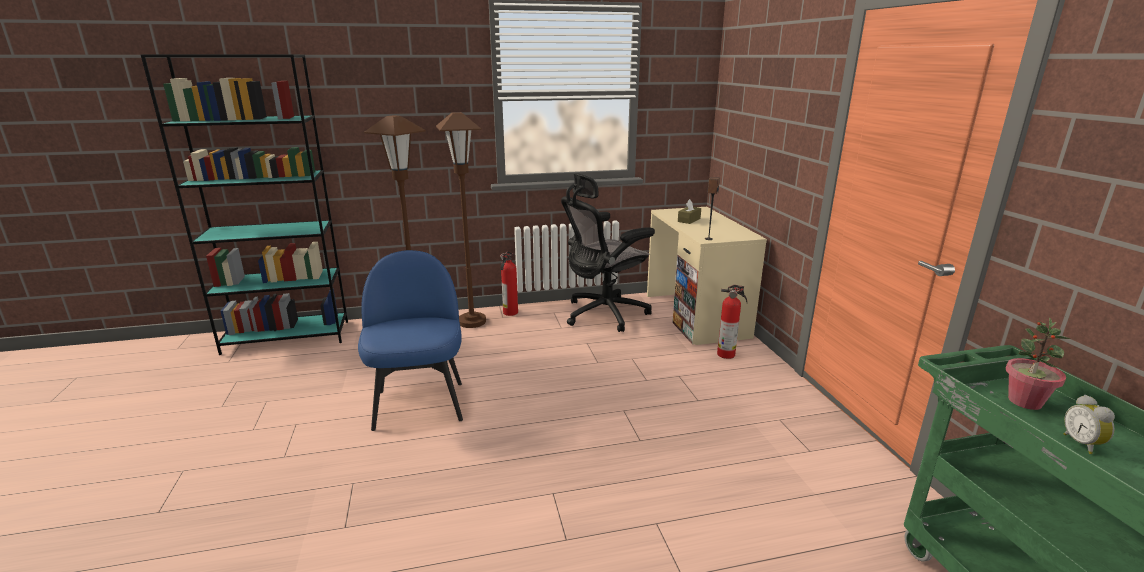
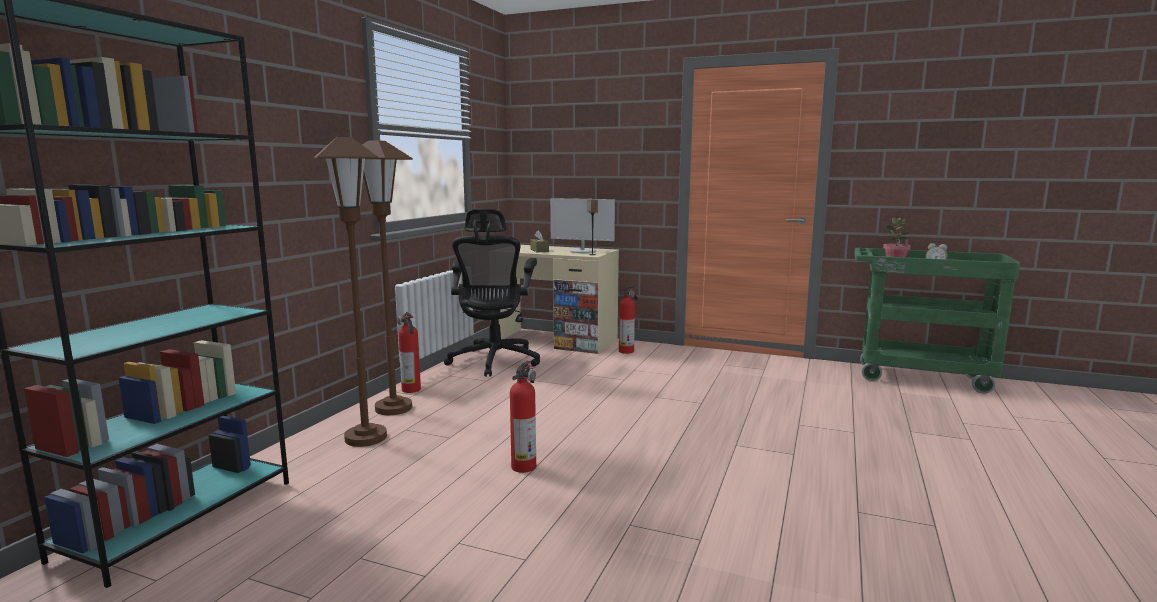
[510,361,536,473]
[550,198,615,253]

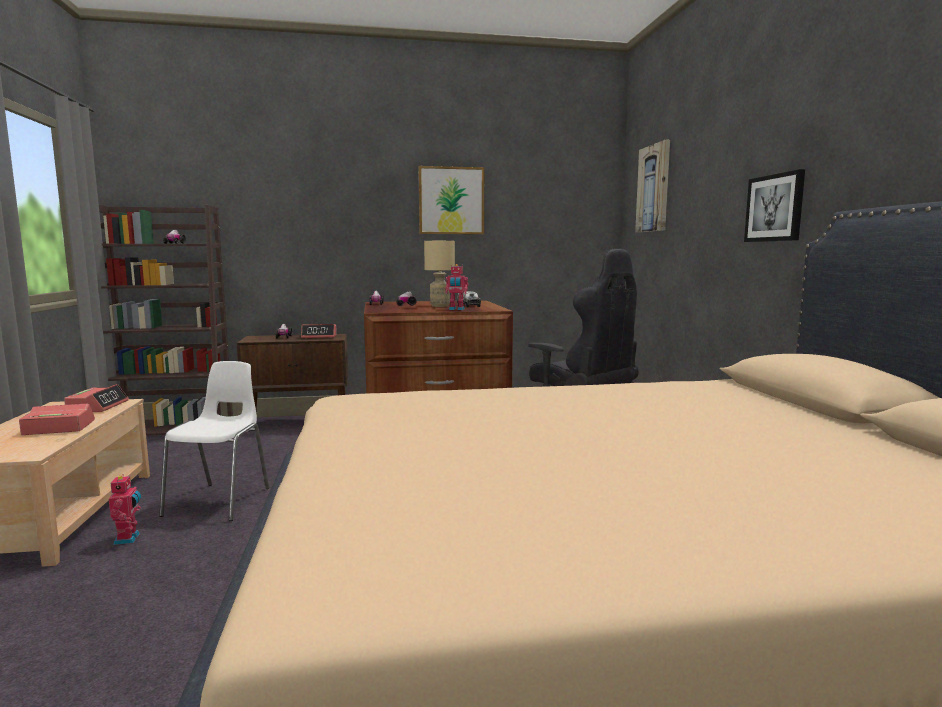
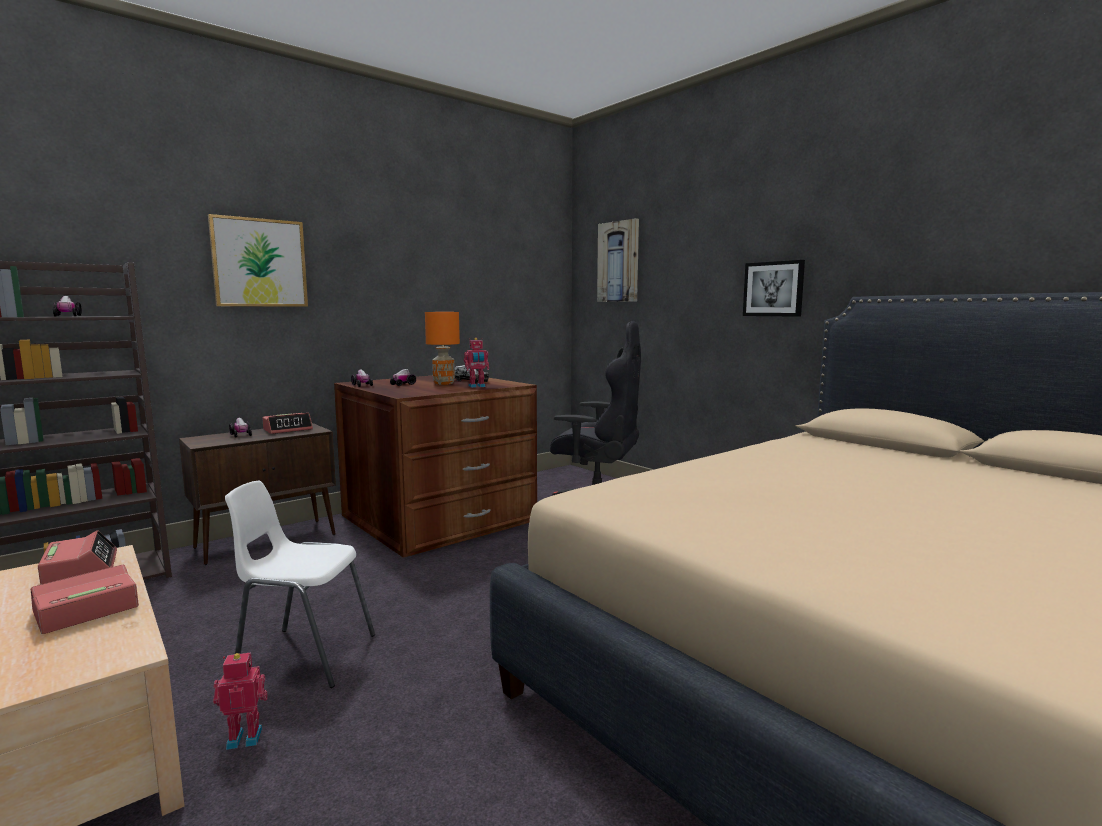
[208,214,308,307]
[213,653,268,750]
[225,481,375,688]
[425,312,460,385]

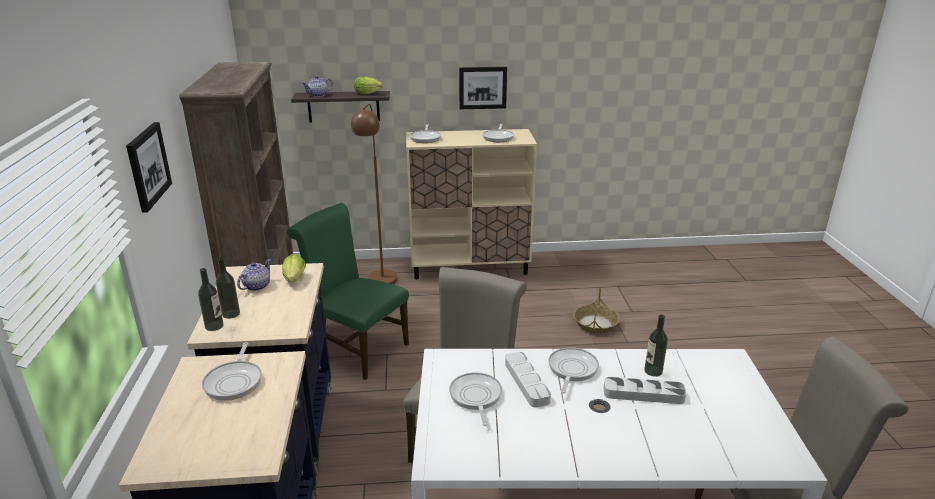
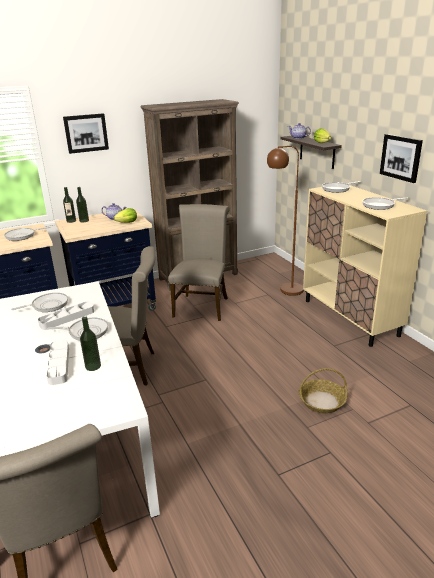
[168,204,230,321]

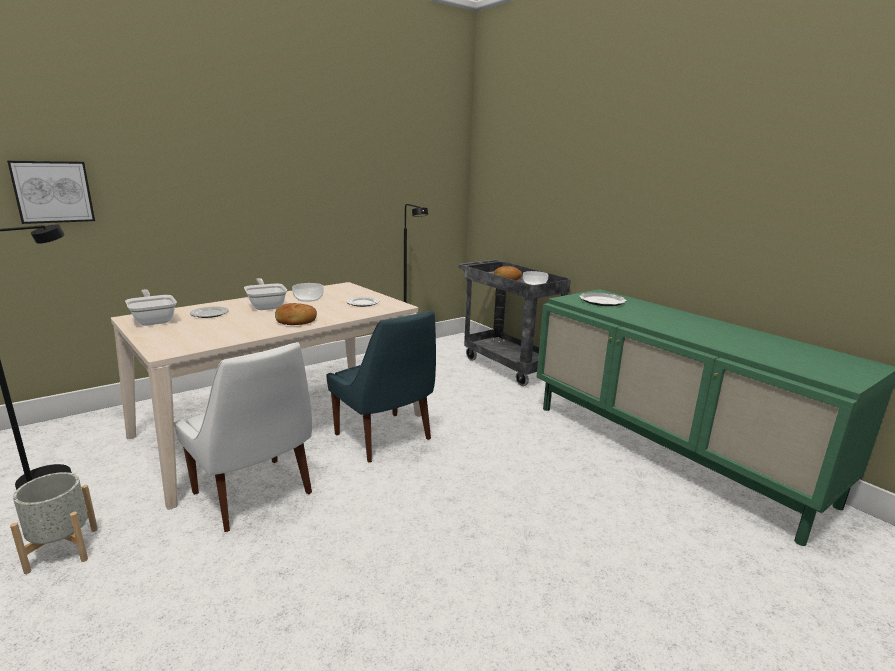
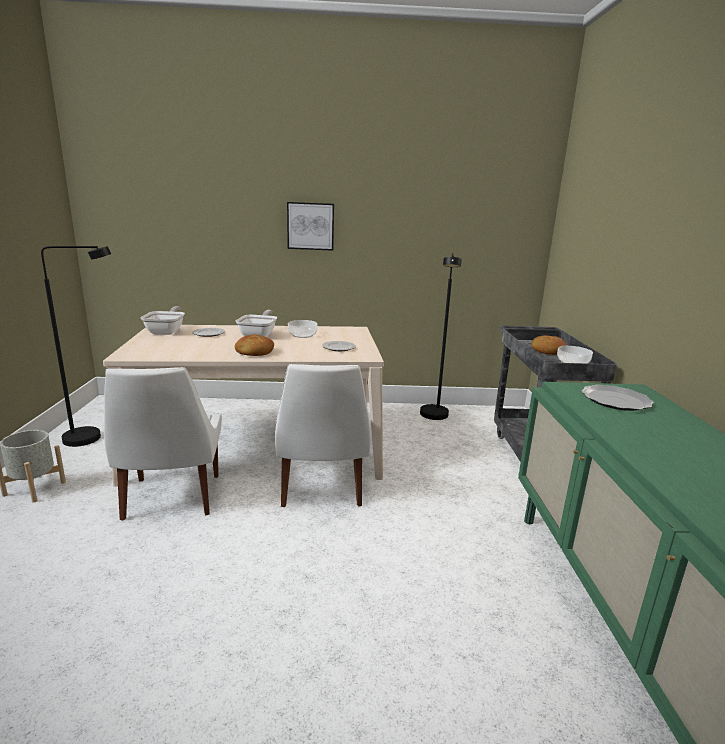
[275,364,371,507]
[287,202,334,251]

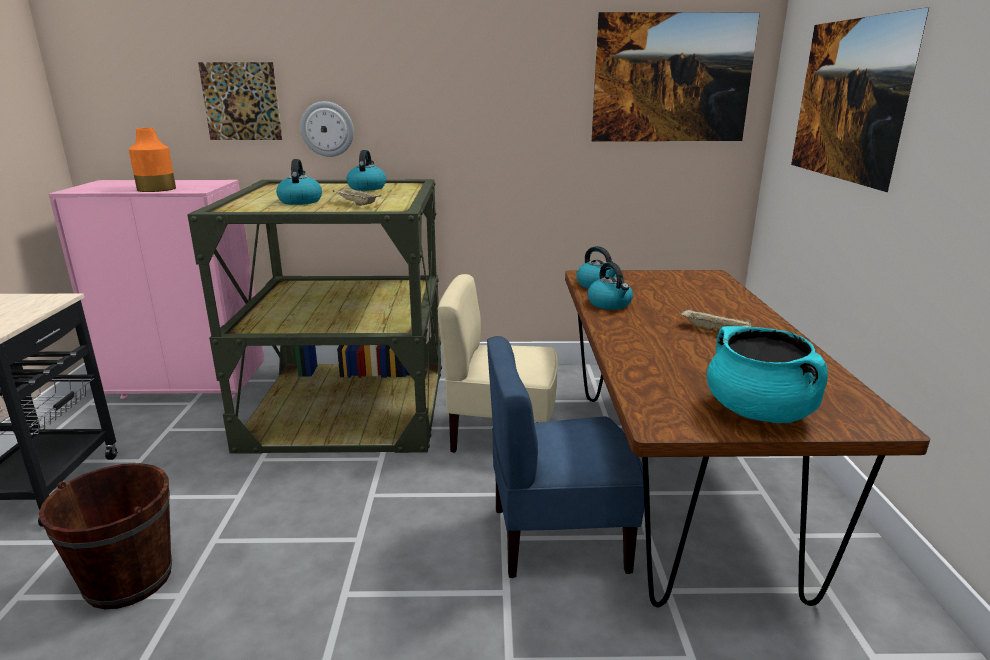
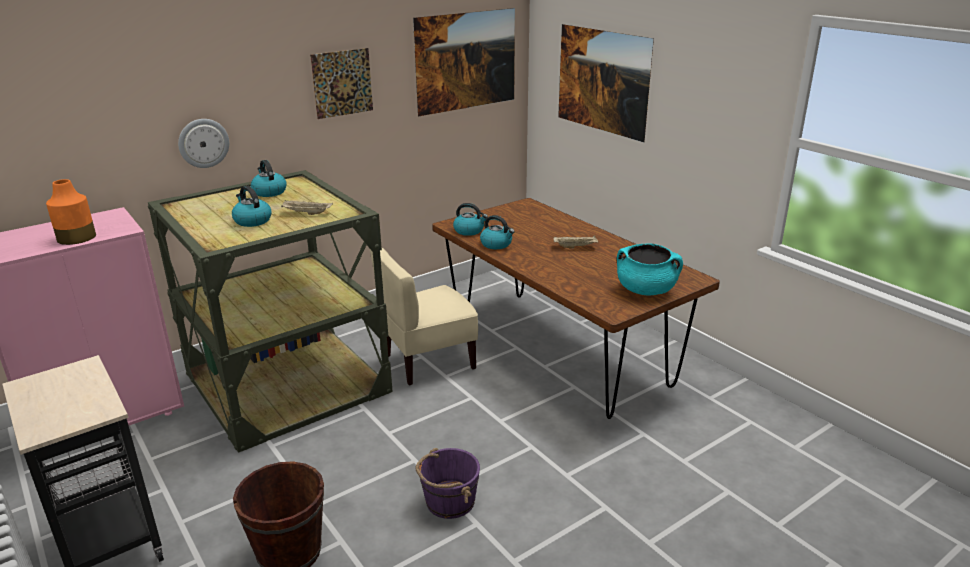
[310,48,373,119]
[416,448,480,519]
[487,336,644,578] (first image)

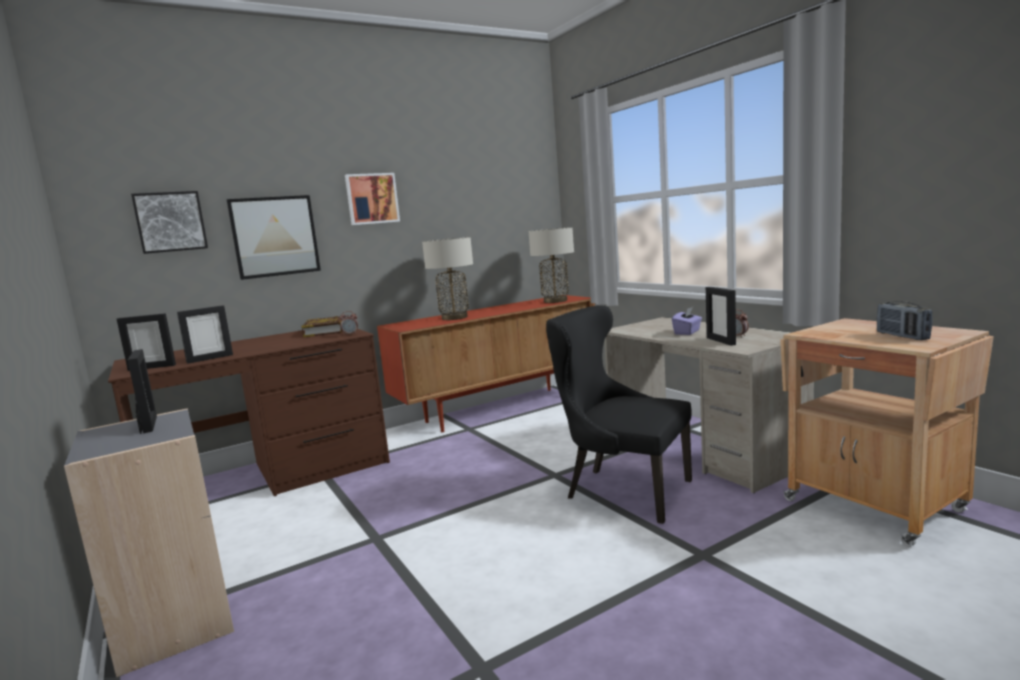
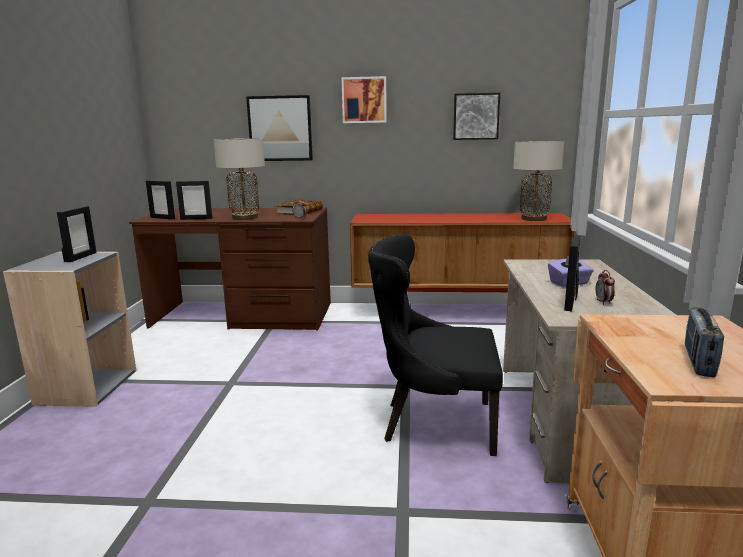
[214,138,265,220]
[368,234,503,456]
[453,93,500,140]

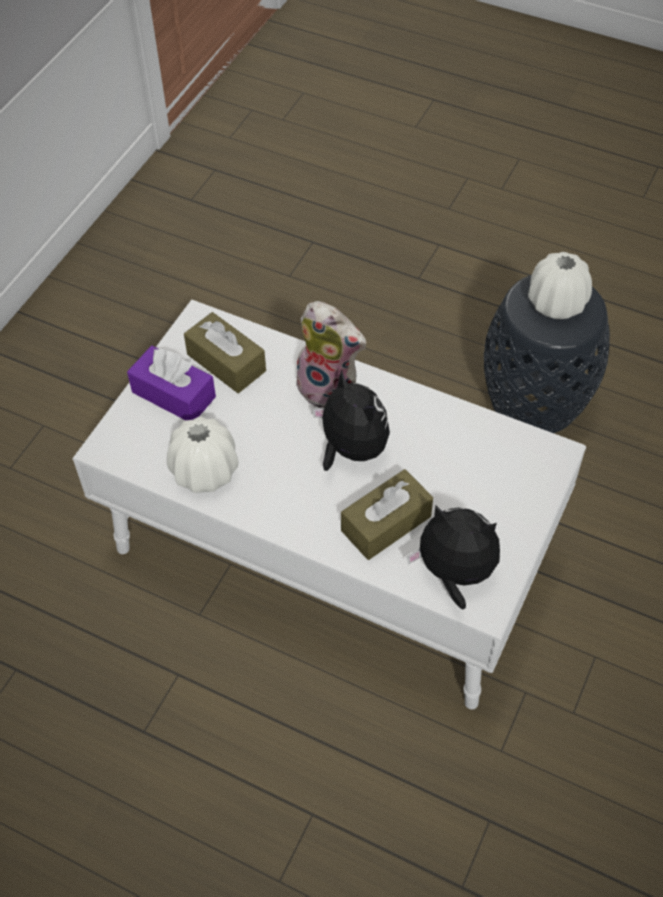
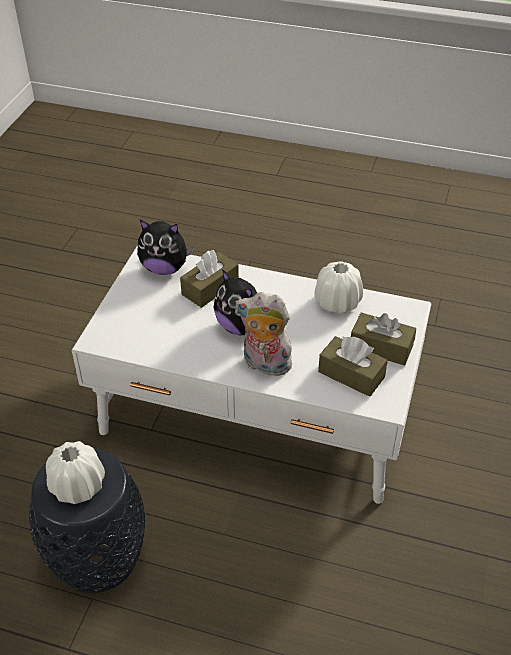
[351,312,416,366]

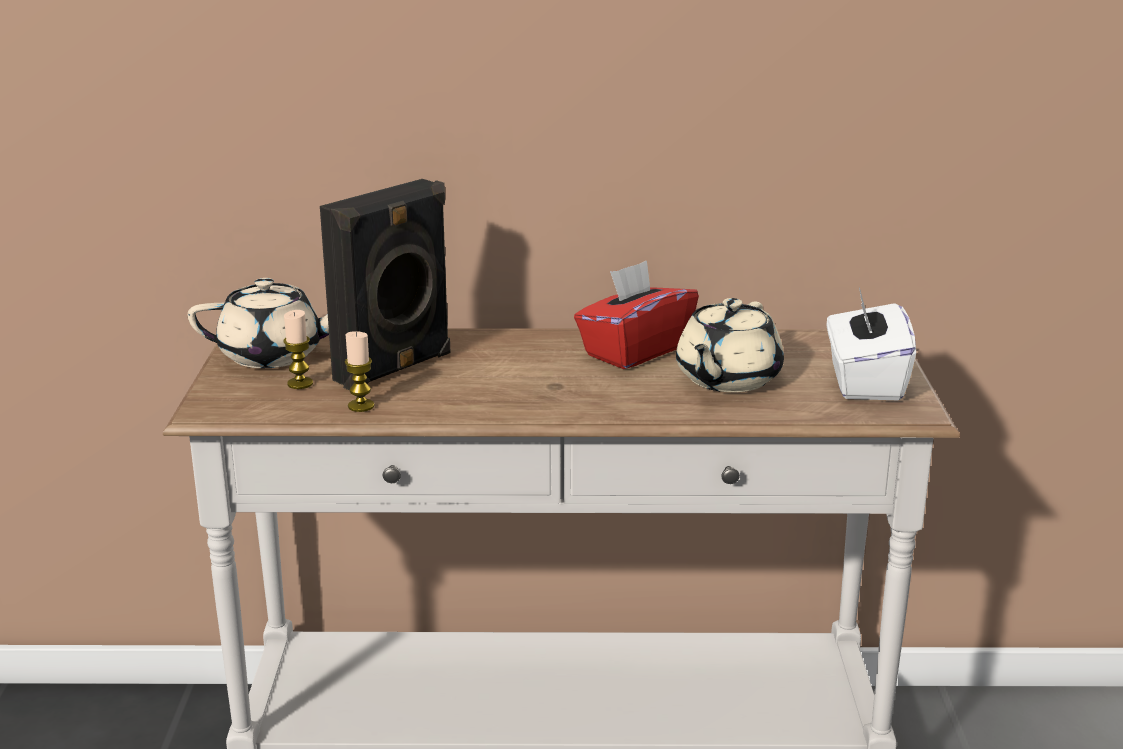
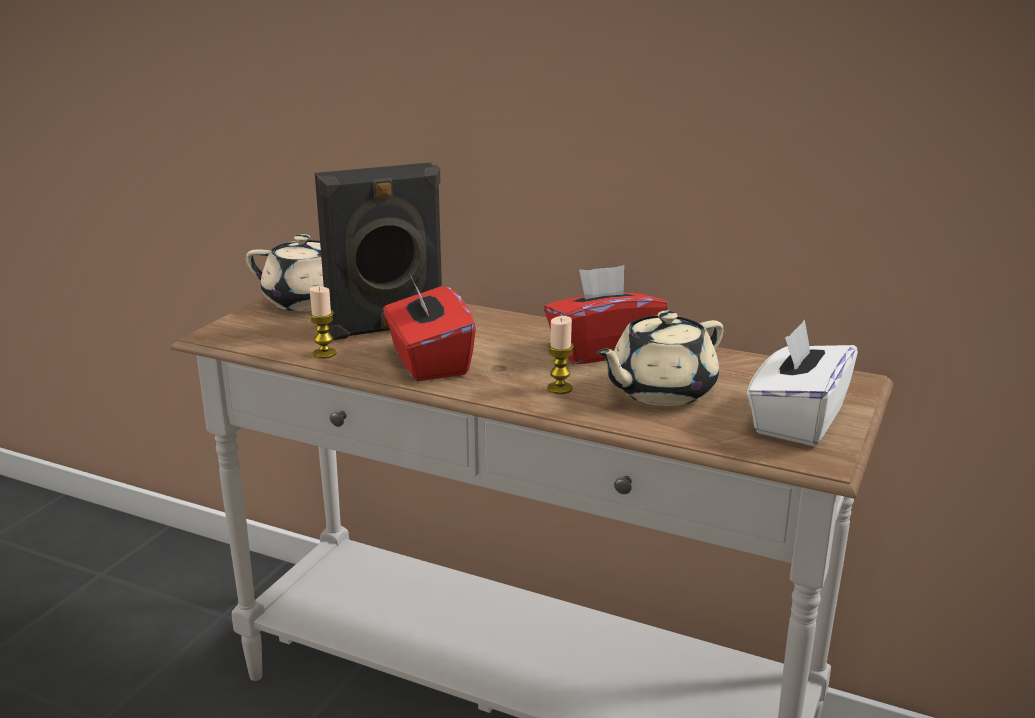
[383,274,476,381]
[547,316,574,394]

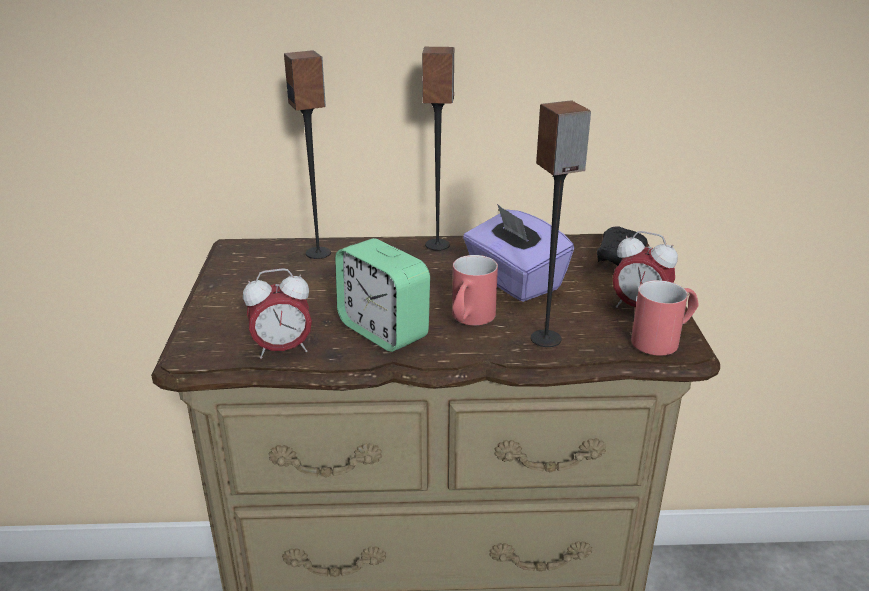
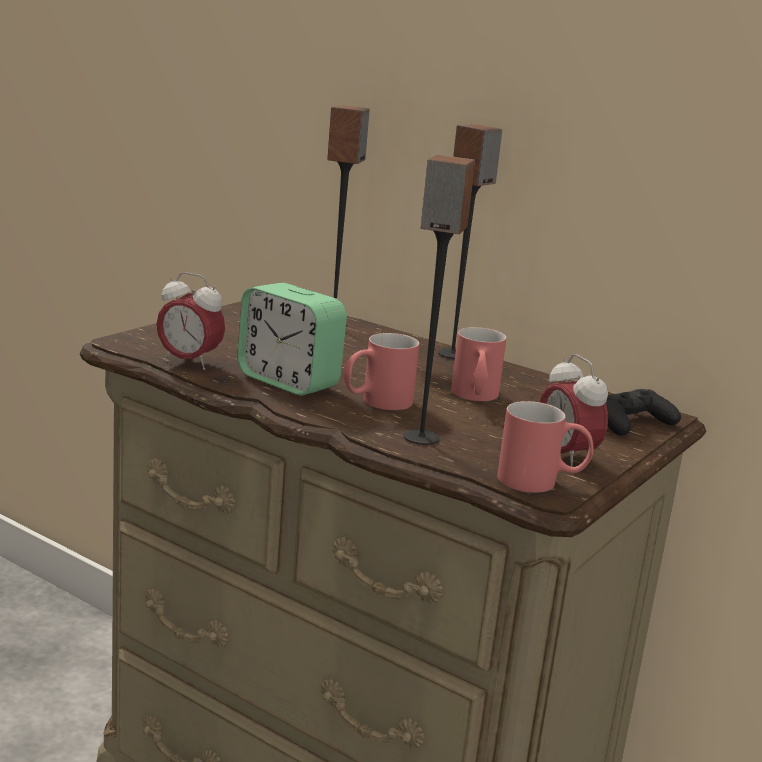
[237,283,347,396]
[451,327,507,401]

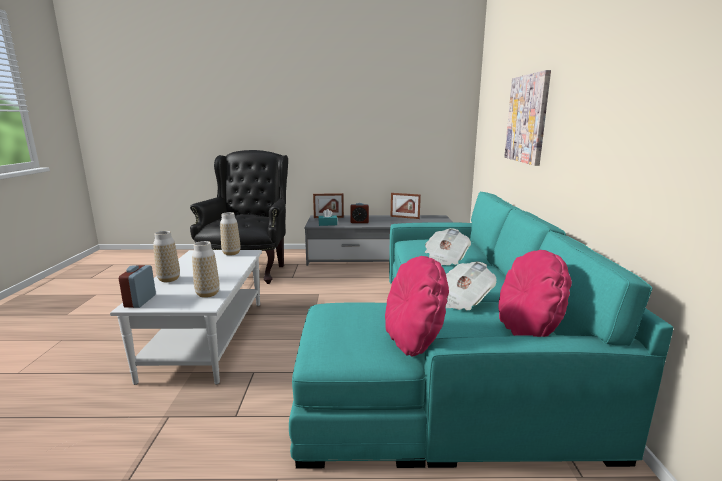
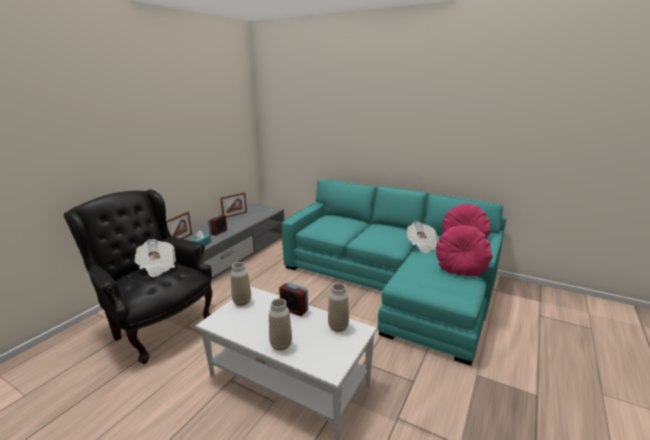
[134,239,176,277]
[279,282,308,316]
[504,70,551,166] (first image)

